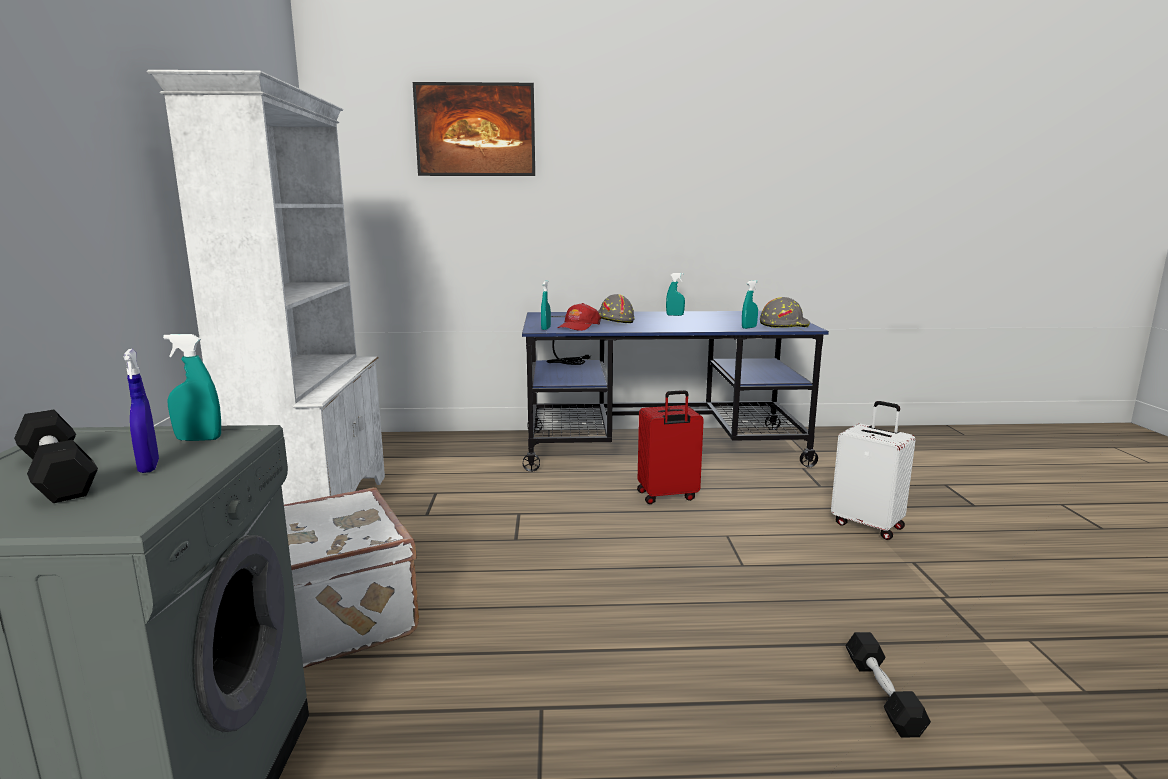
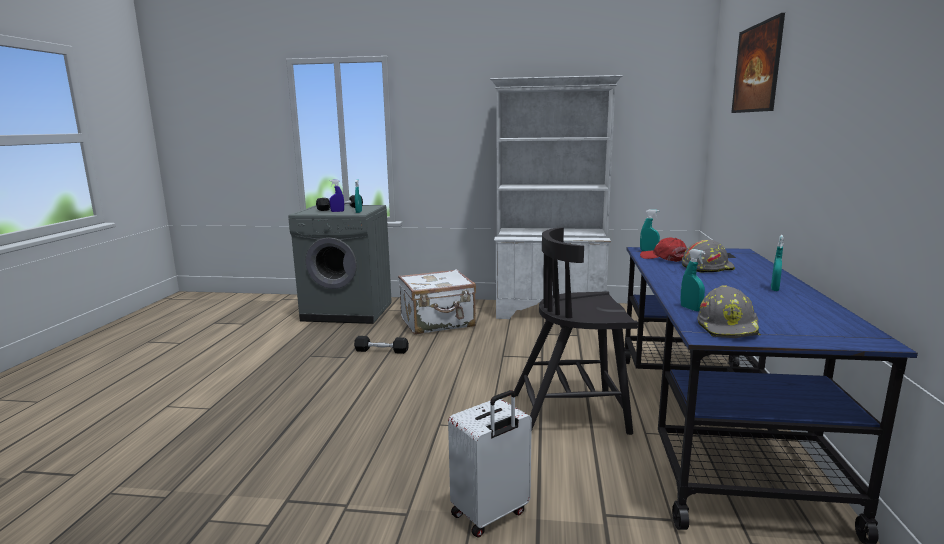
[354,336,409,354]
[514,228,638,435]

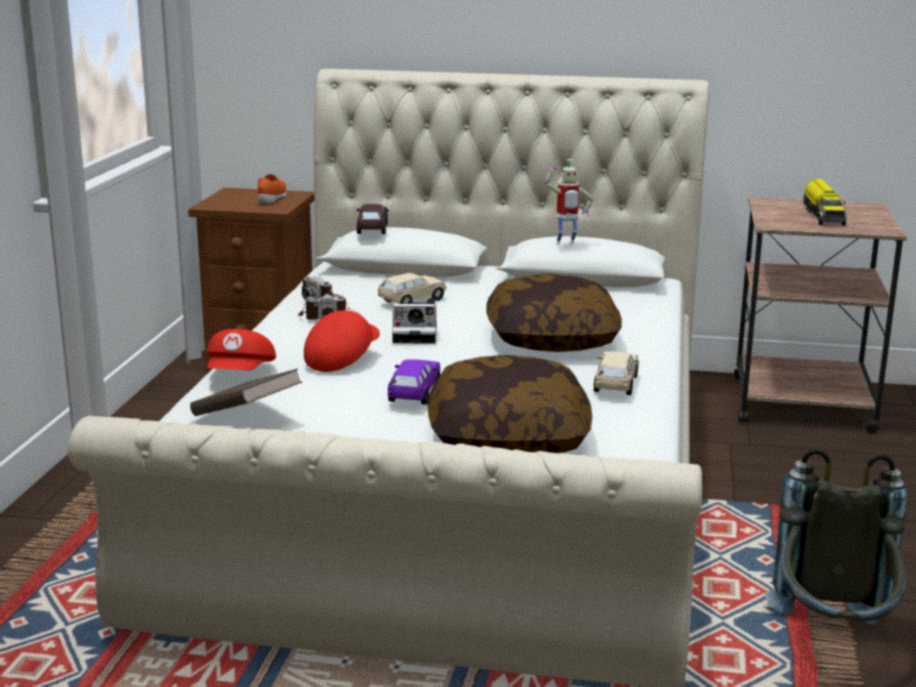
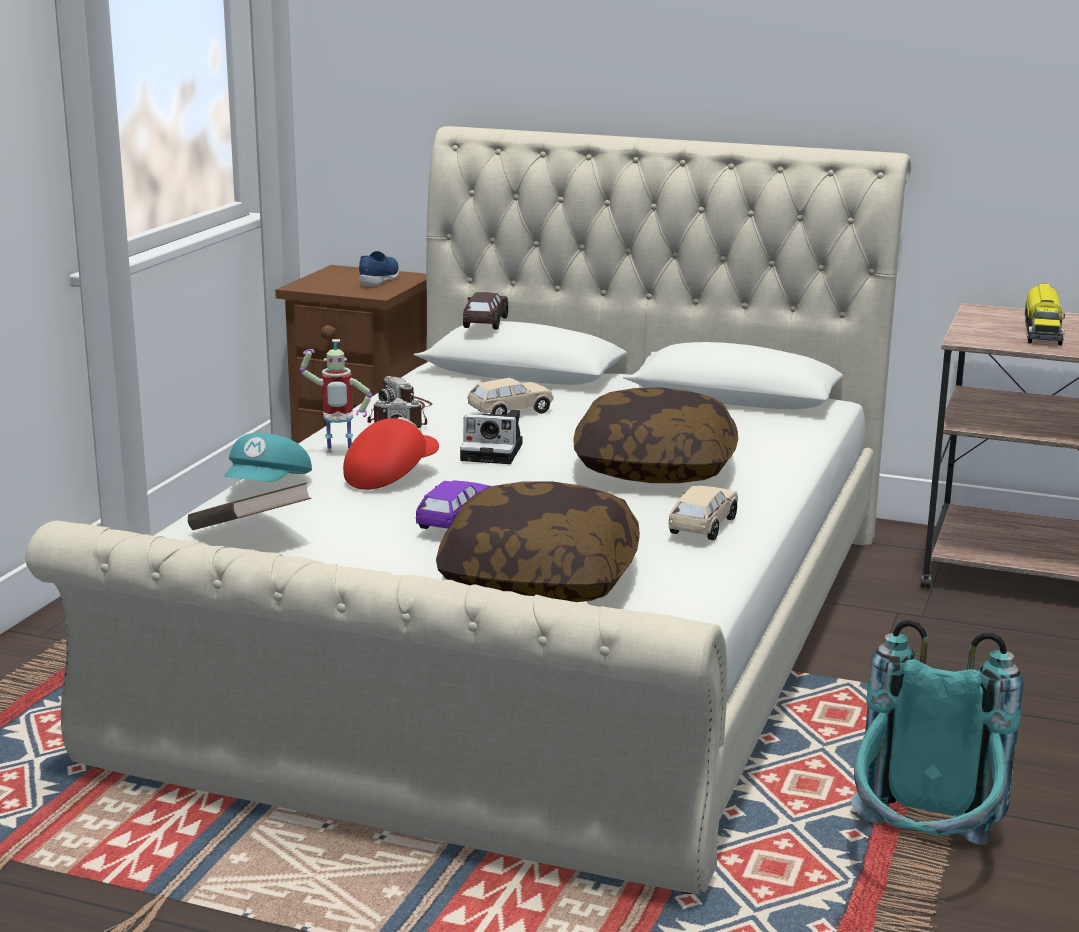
[224,433,312,482]
[300,339,372,453]
[359,251,399,287]
[851,619,1023,845]

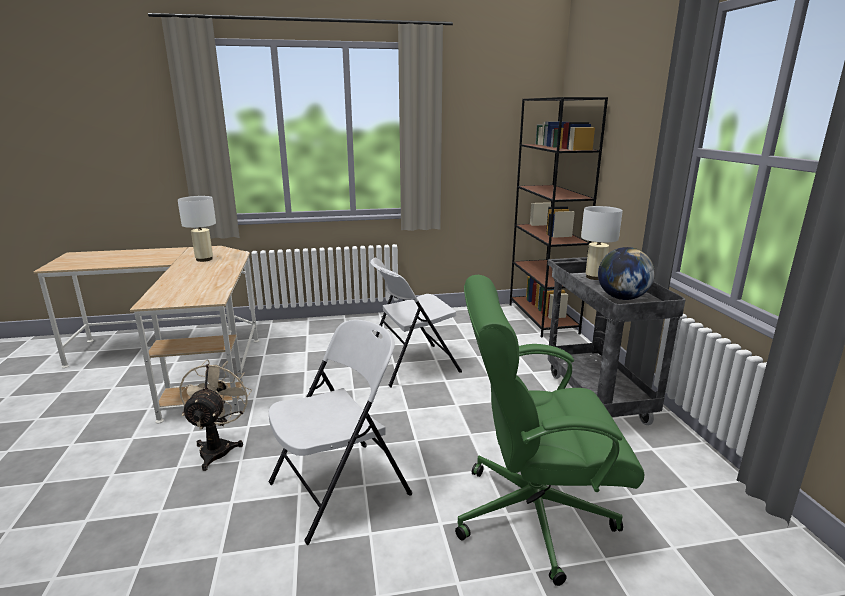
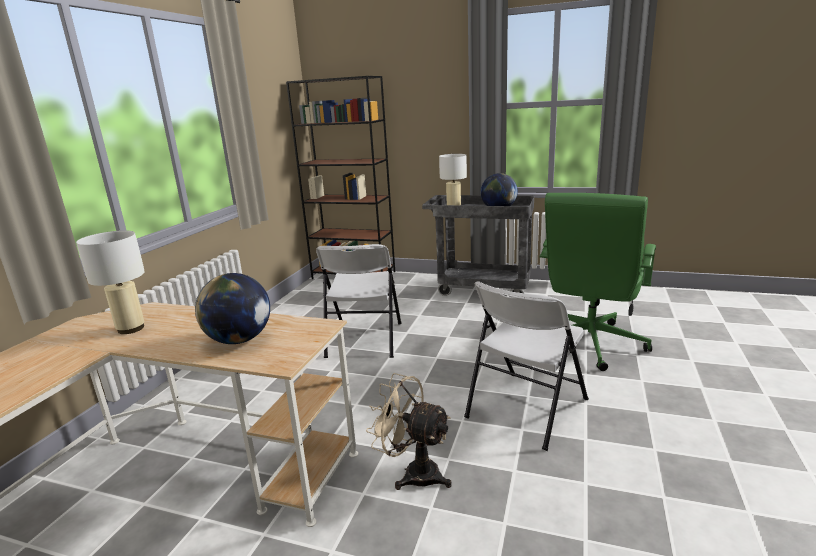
[195,273,270,344]
[464,281,589,451]

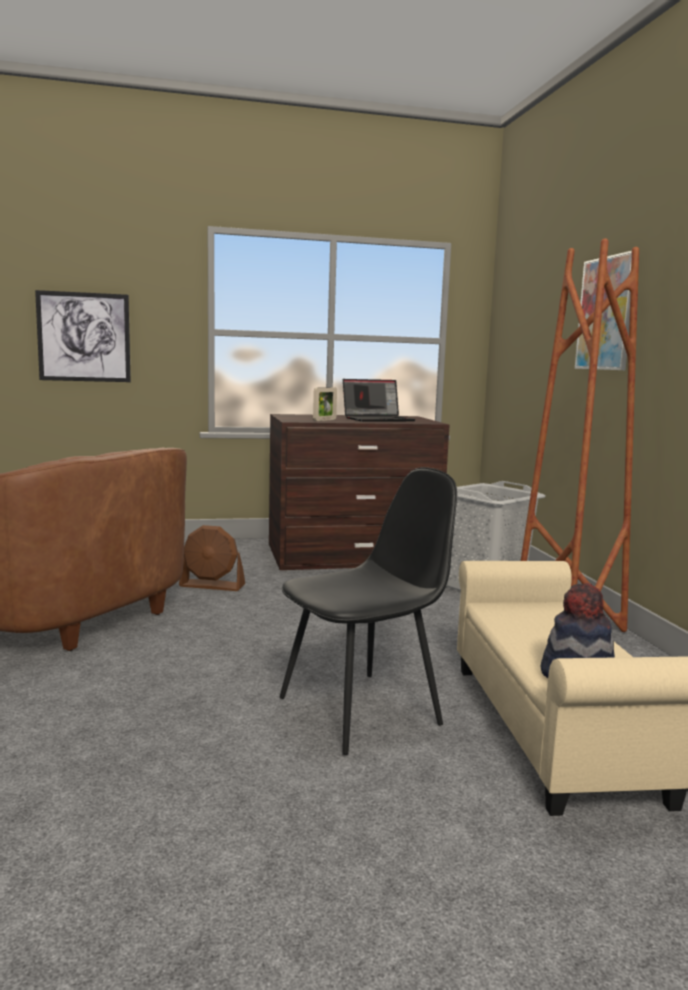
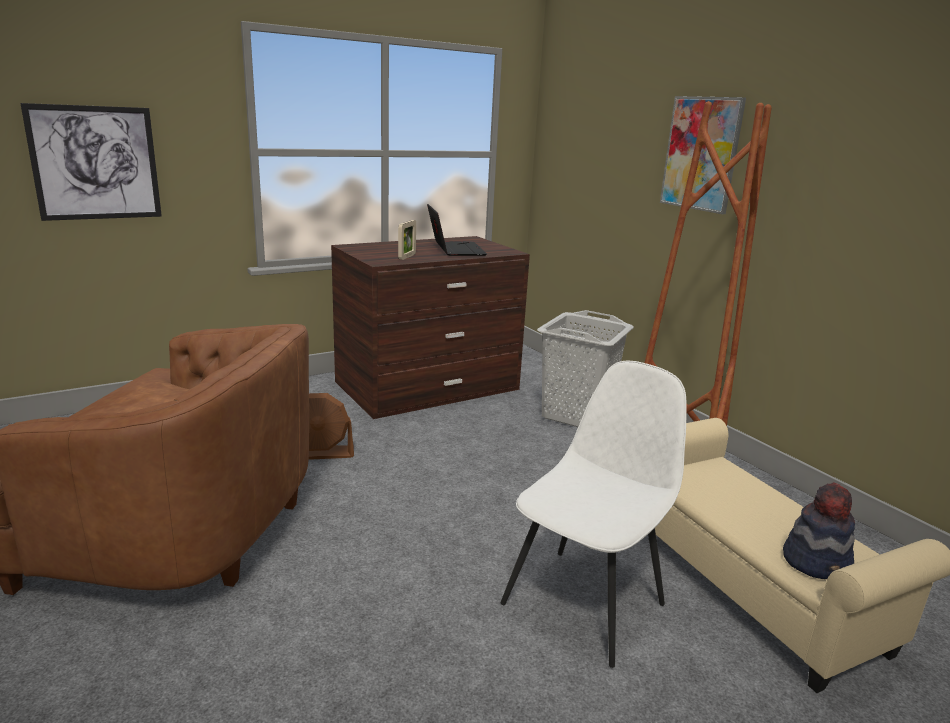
[427,204,487,256]
[501,361,687,668]

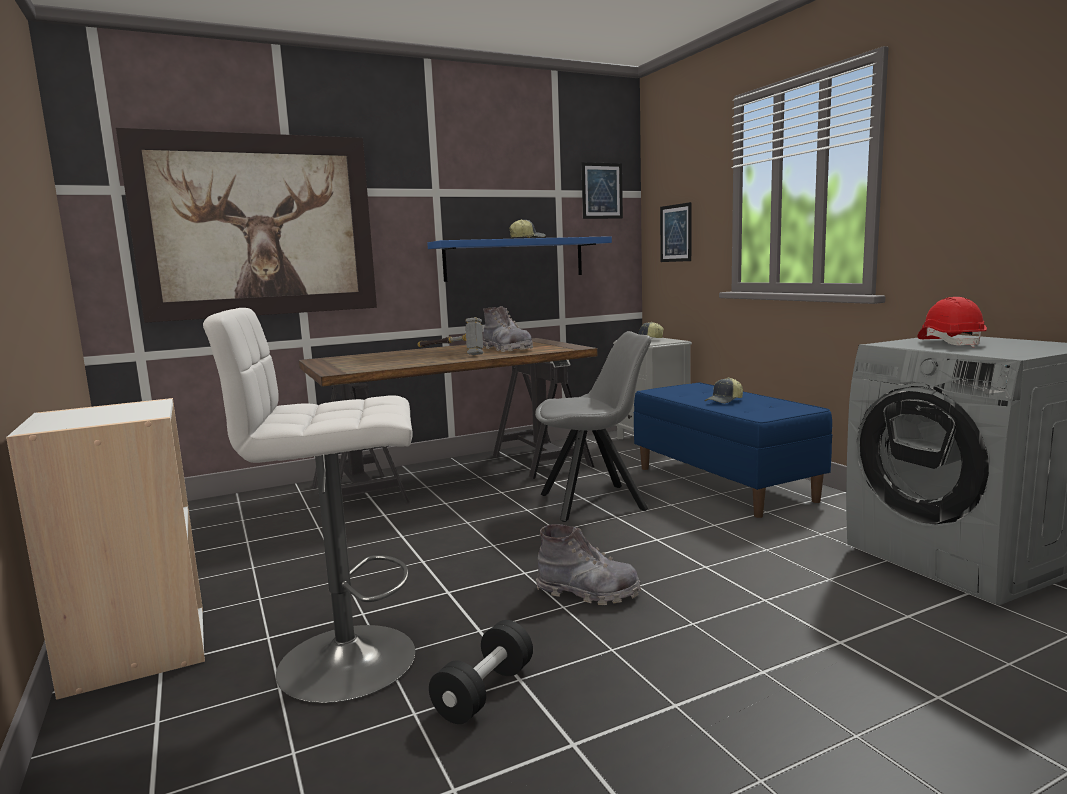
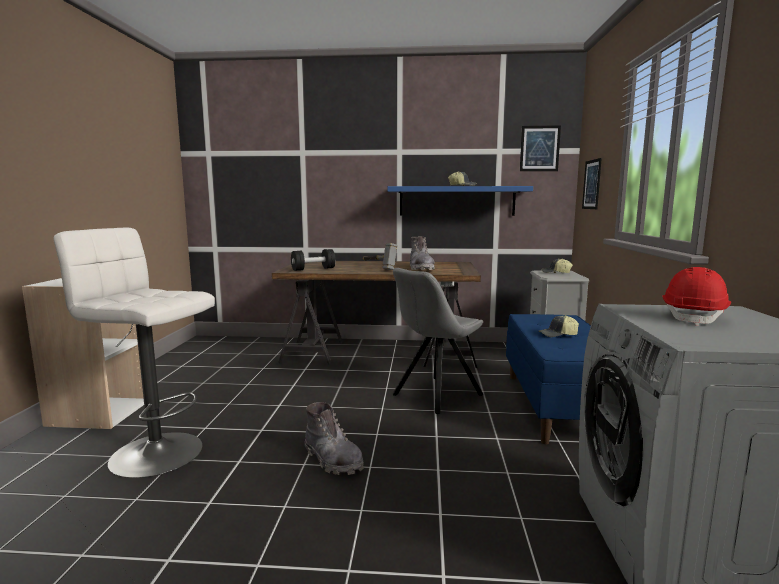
[291,249,336,271]
[393,268,483,414]
[116,128,377,323] (first image)

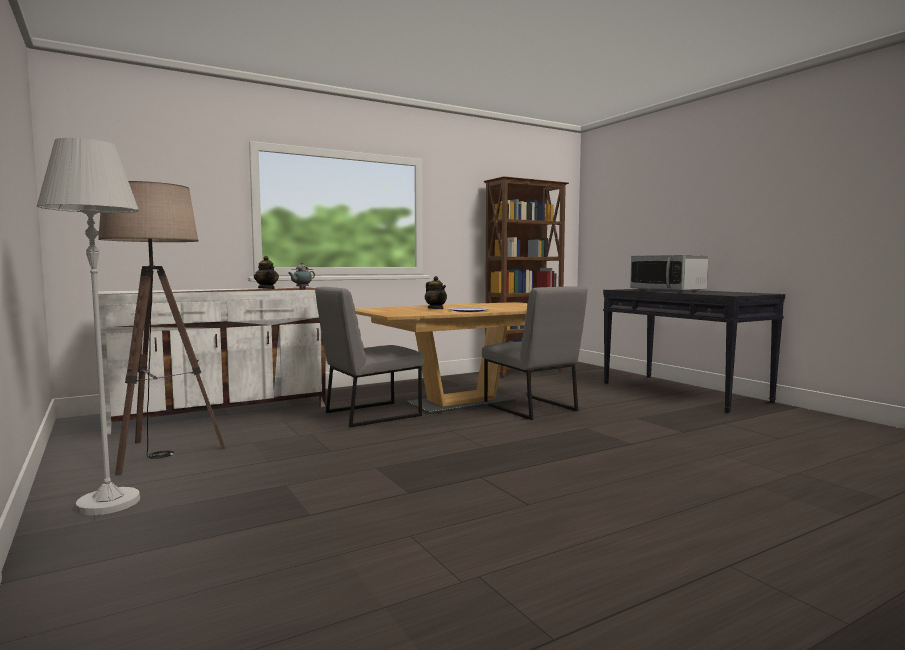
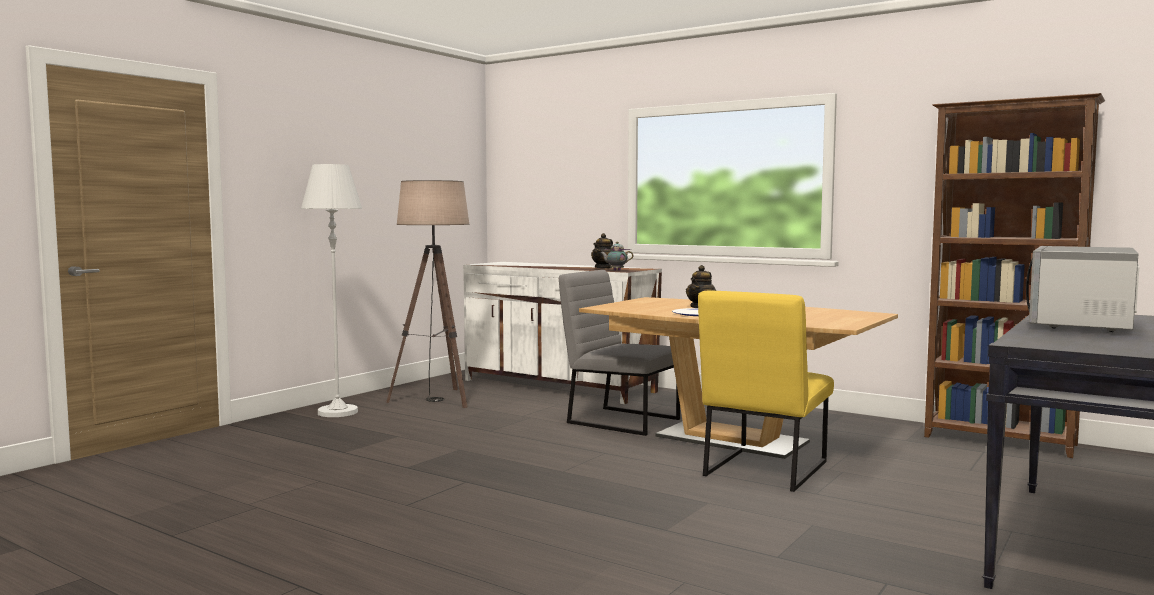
[698,291,834,492]

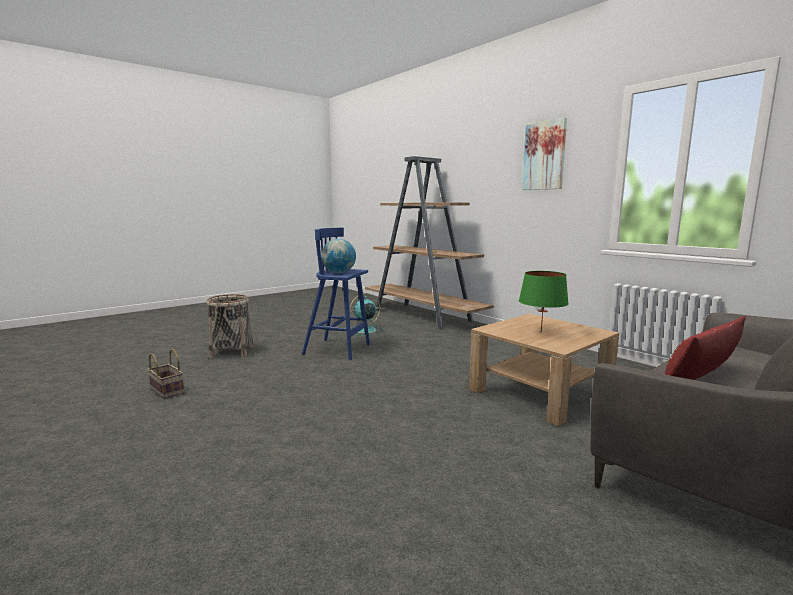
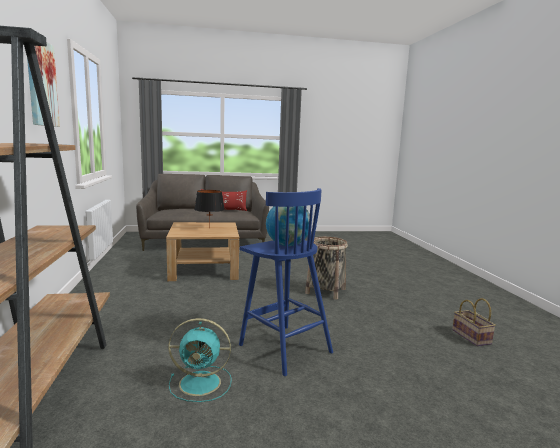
[194,190,225,229]
[305,237,348,300]

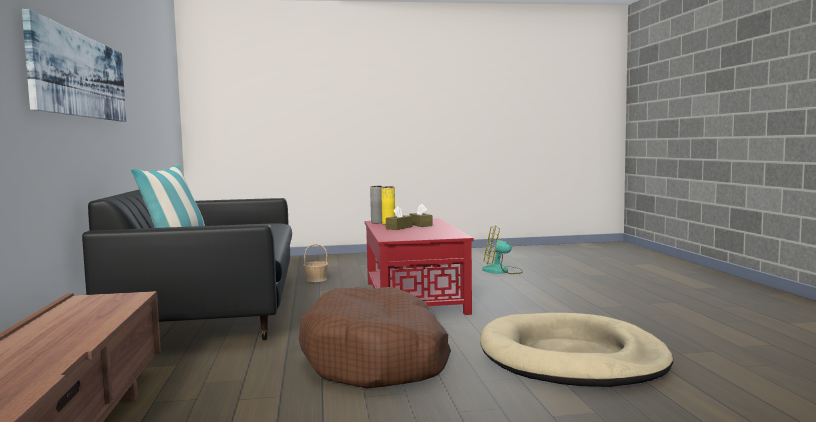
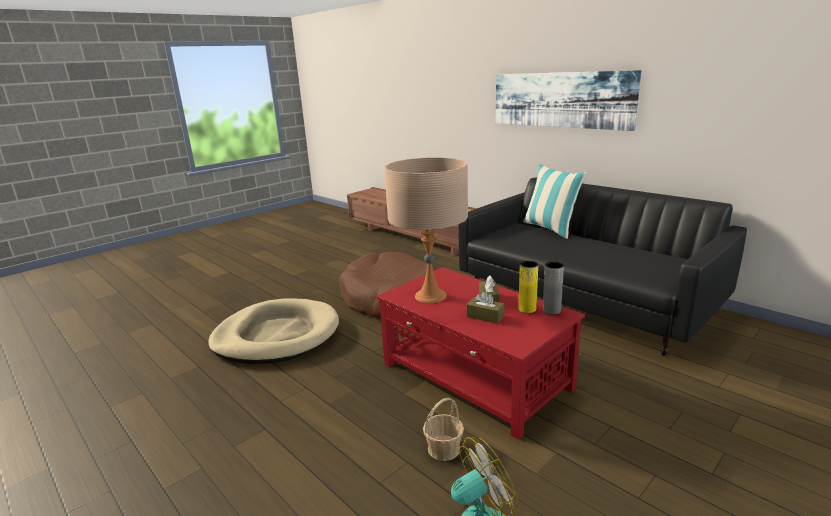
[384,158,468,303]
[423,398,464,461]

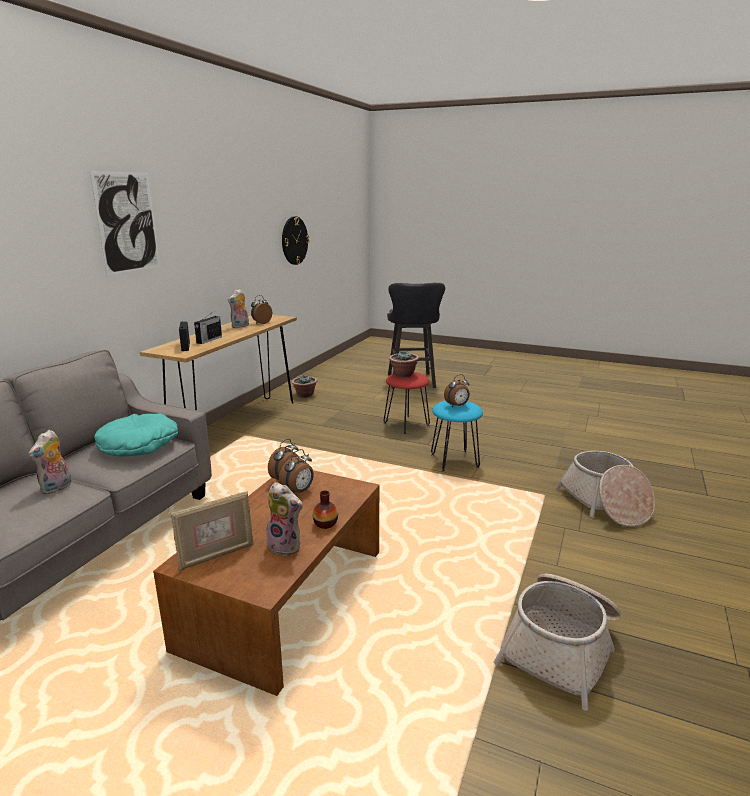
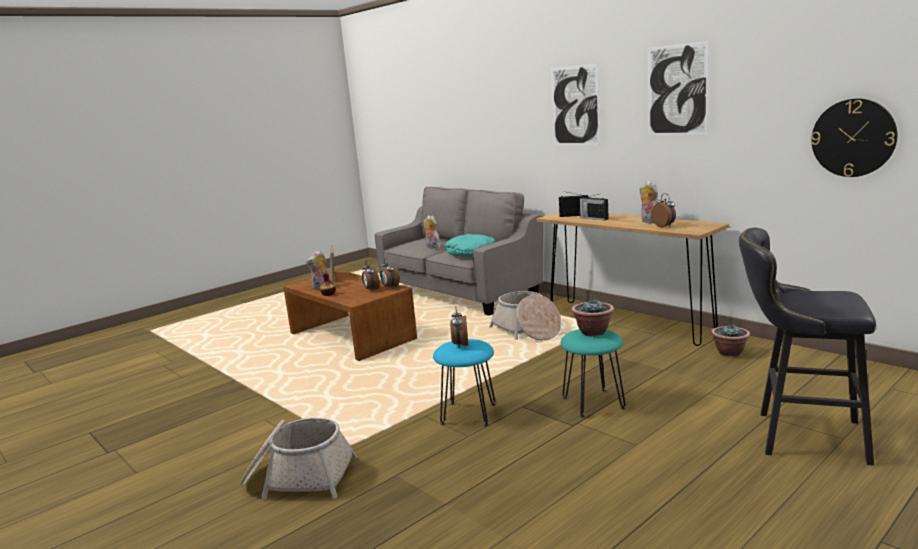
[489,291,562,340]
[560,329,626,418]
[648,41,708,135]

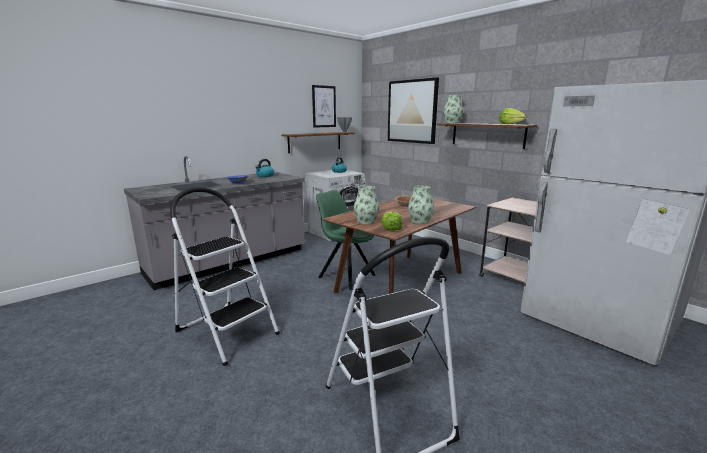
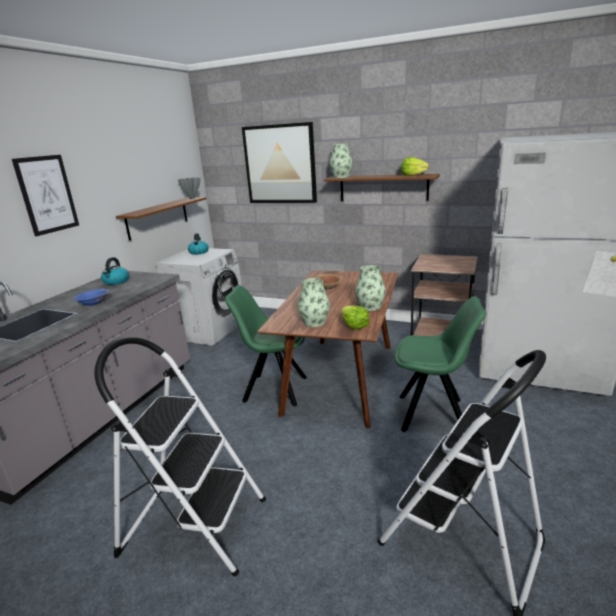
[12,155,79,236]
[395,296,486,432]

